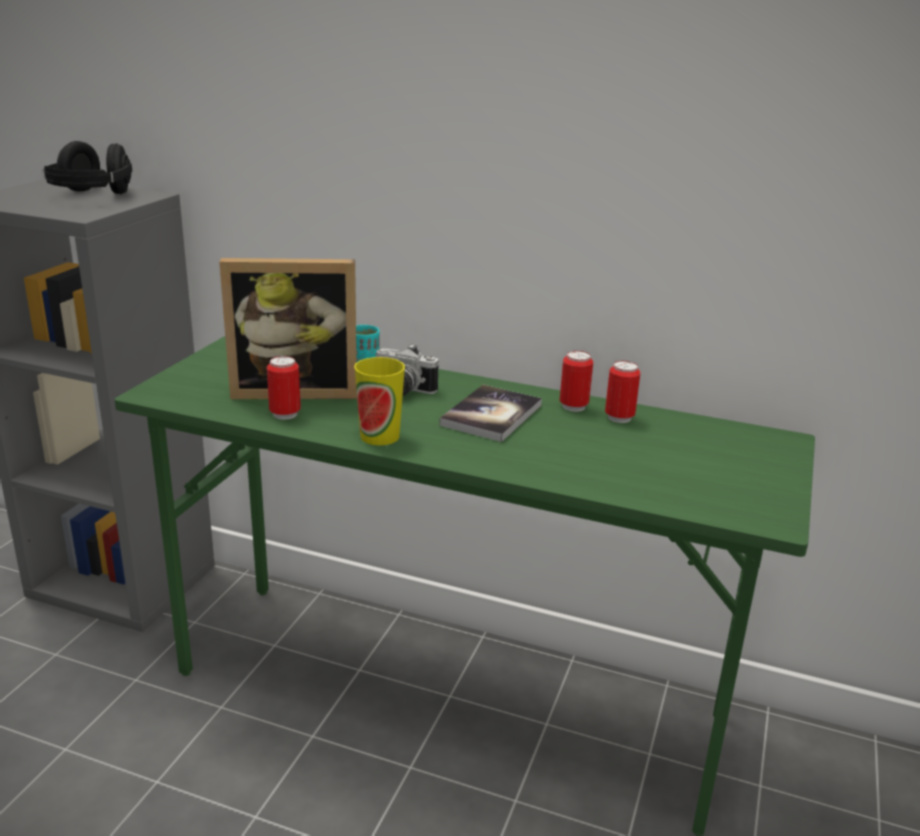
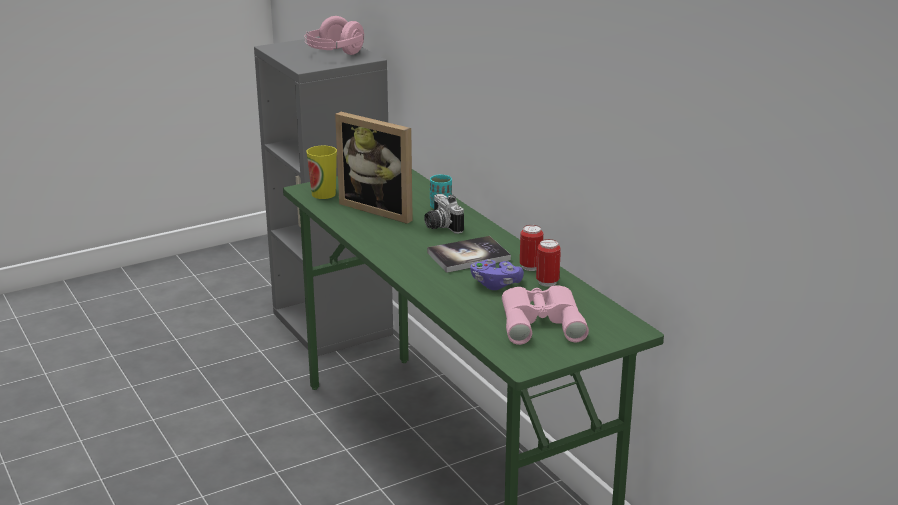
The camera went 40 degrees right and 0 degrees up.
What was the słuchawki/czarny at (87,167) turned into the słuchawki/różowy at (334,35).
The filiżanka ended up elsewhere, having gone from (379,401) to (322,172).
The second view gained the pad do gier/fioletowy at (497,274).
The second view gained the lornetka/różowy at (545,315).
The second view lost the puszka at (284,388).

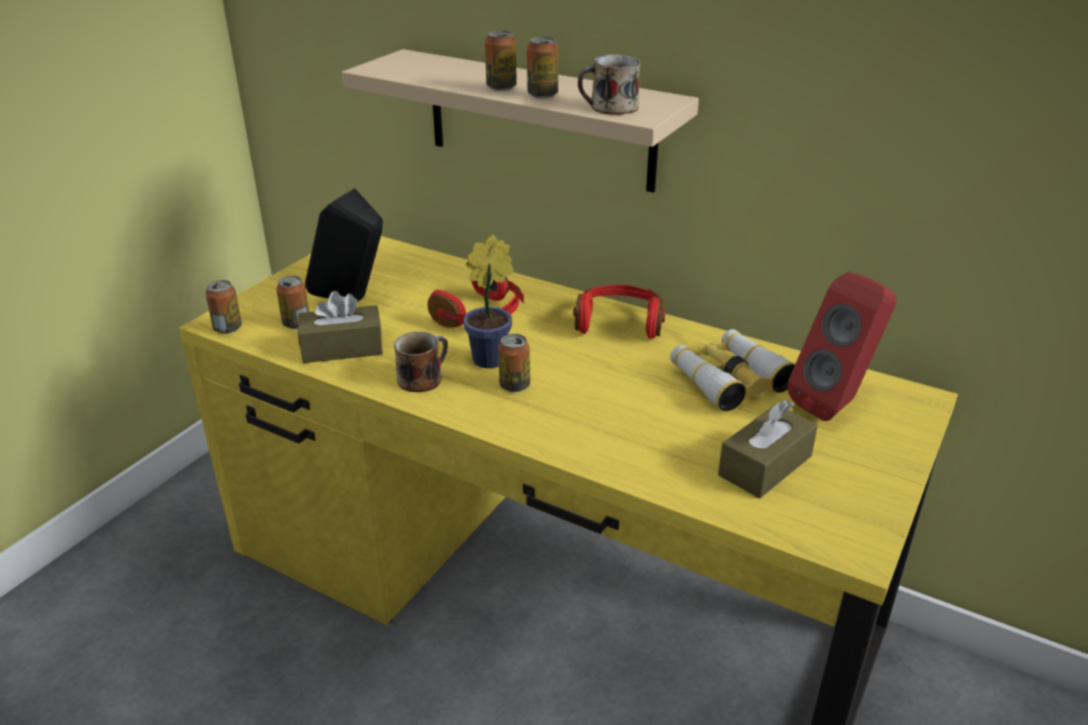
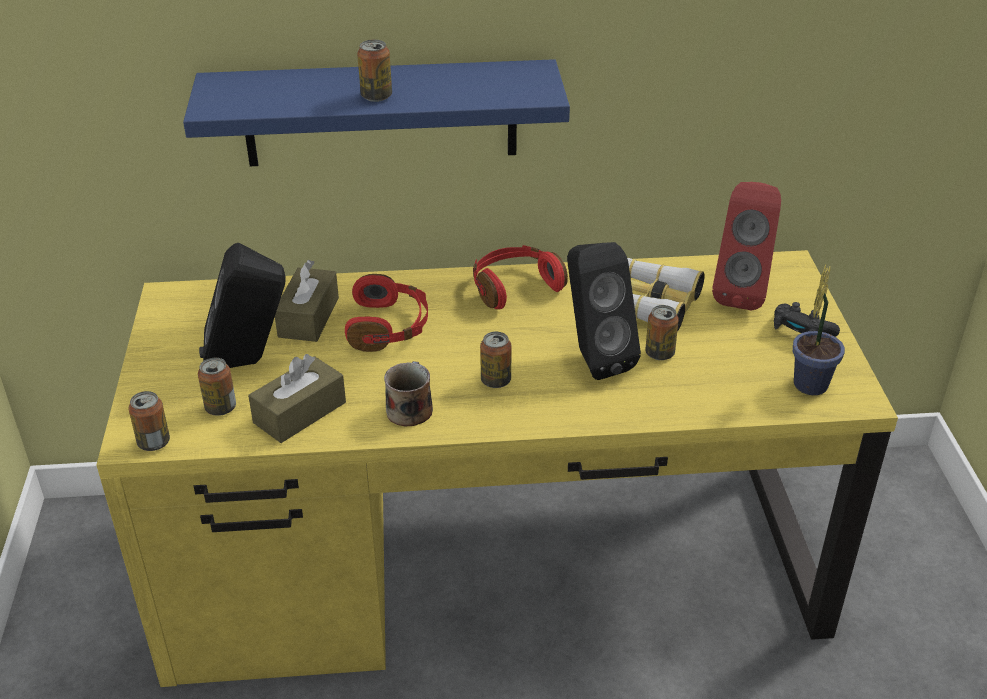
The camera went 35 degrees left and 5 degrees up.
What was the półka/beżowy at (520,121) turned into the półka/niebieski at (376,112).
The pudełko chusteczek/brązowy ended up elsewhere, having gone from (768,448) to (307,301).
The second view gained the głośnik/czarny at (604,311).
The puszka ended up elsewhere, having gone from (542,67) to (662,332).
The second view gained the pad do gier/czarny at (807,319).
The roślina doniczkowa ended up elsewhere, having gone from (488,301) to (819,329).
The second view lost the kubek at (609,84).

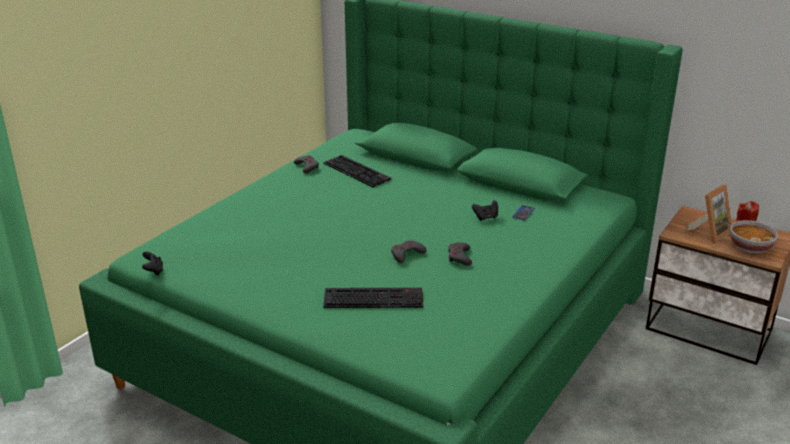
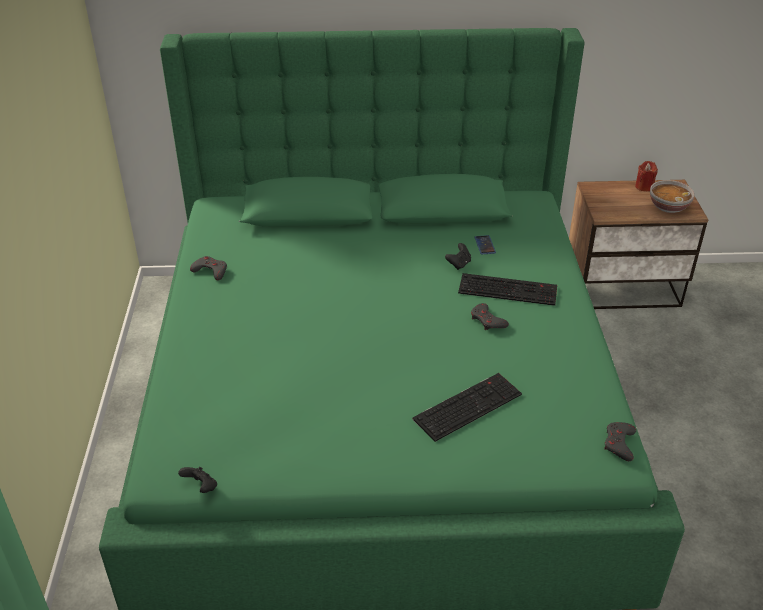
The camera went 35 degrees left and 10 degrees up.
The klawiatura ended up elsewhere, having gone from (357,171) to (507,289).
The pad do gier/szary ended up elsewhere, having gone from (409,251) to (620,441).
The second view lost the ramka na zdjęcie at (709,213).

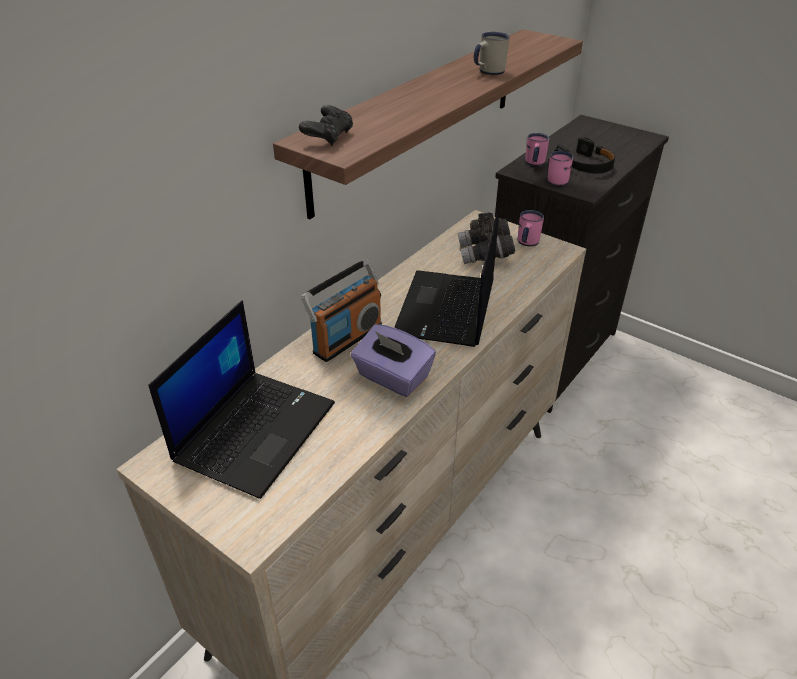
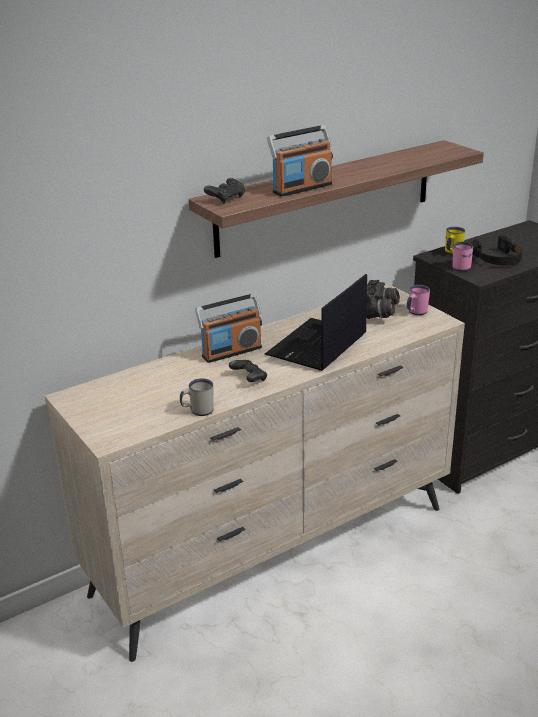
The camera went 20 degrees right and 10 degrees down.
The kubek/biały ended up elsewhere, having gone from (492,53) to (197,397).
Where the pudełko chusteczek/fioletowy stood at (393,360), the pad do gier/czarny came to stand at (248,371).
The second view gained the radio at (300,161).
What was the kubek/różowy at (537,149) turned into the kubek/żółty at (455,241).
The second view lost the laptop at (242,399).

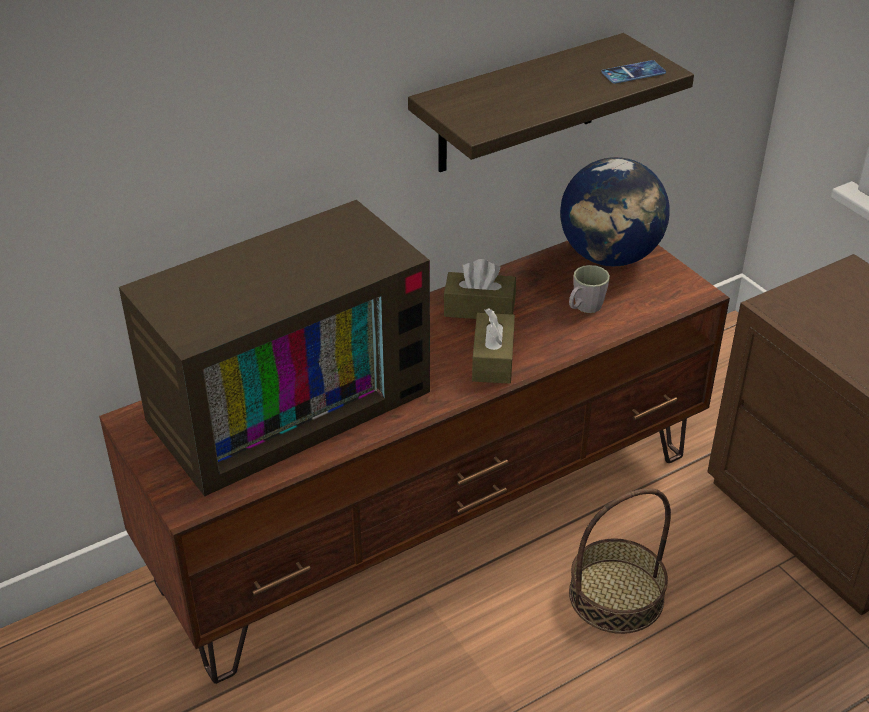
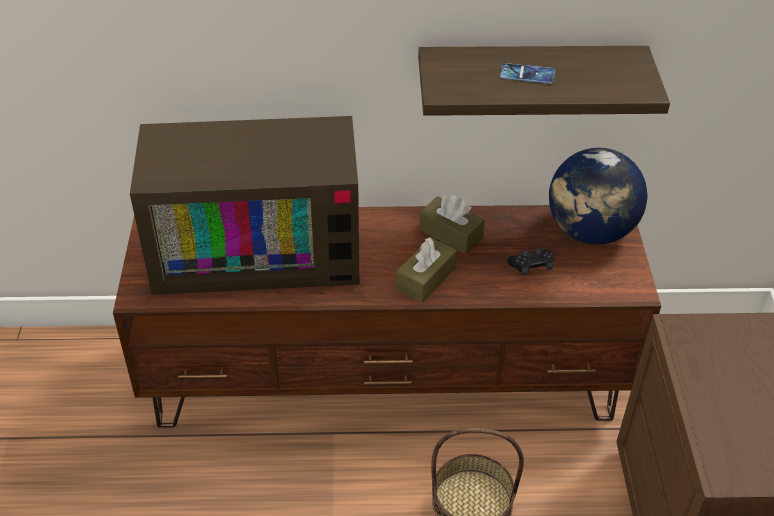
The camera went 30 degrees right and 5 degrees up.
The telefon ended up elsewhere, having gone from (634,72) to (527,73).
Where the kubek/szary stood at (589,289), the pad do gier/czarny came to stand at (530,261).

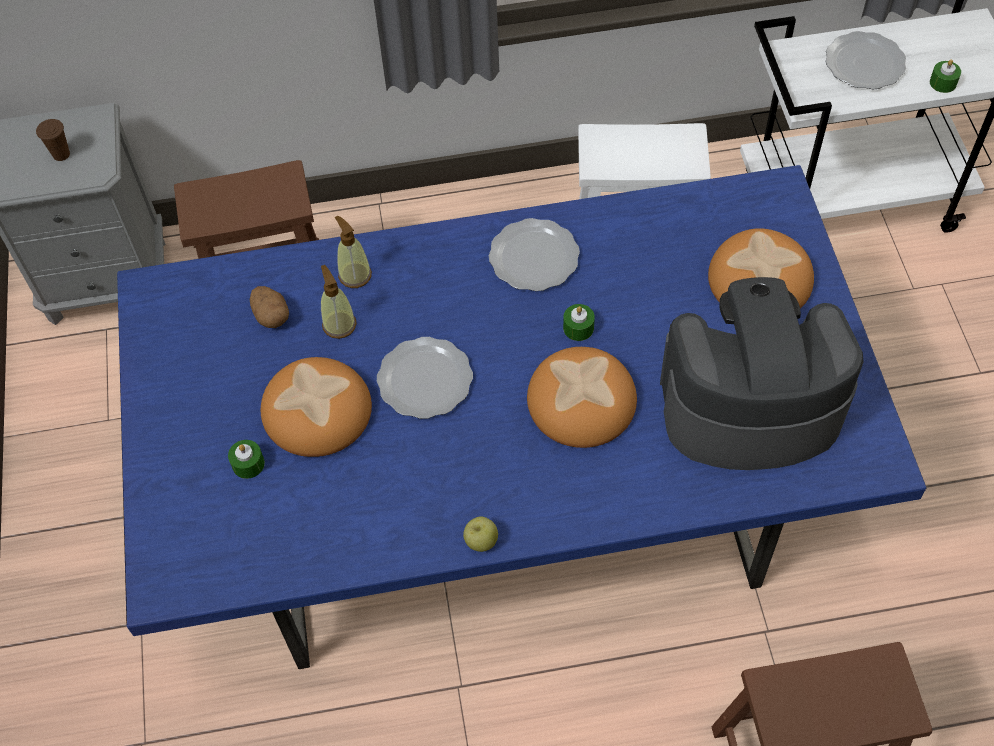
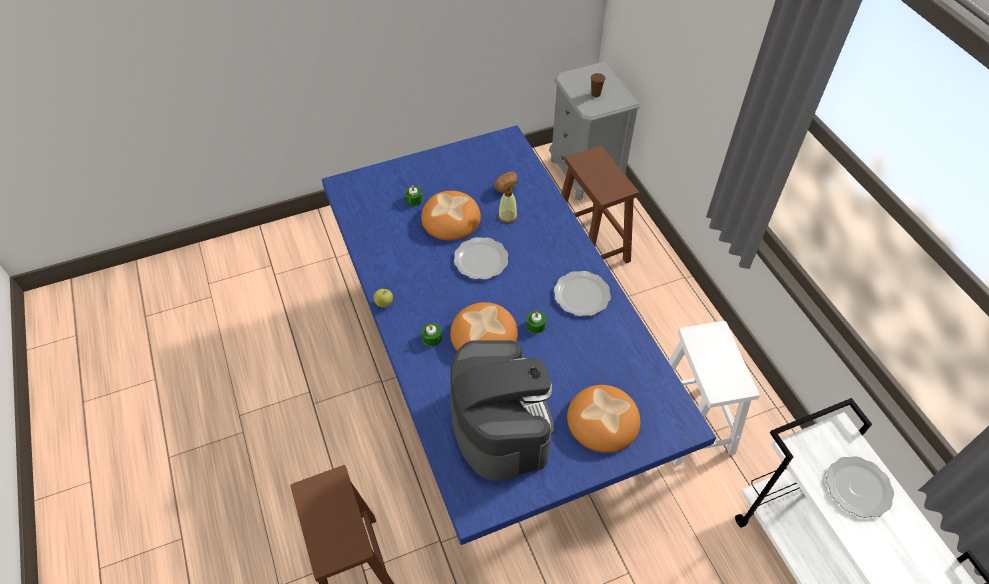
The camera went 75 degrees right and 5 degrees down.
The świeca/zielony ended up elsewhere, having gone from (945,76) to (432,334).
The second view lost the dozownik mydła at (353,252).

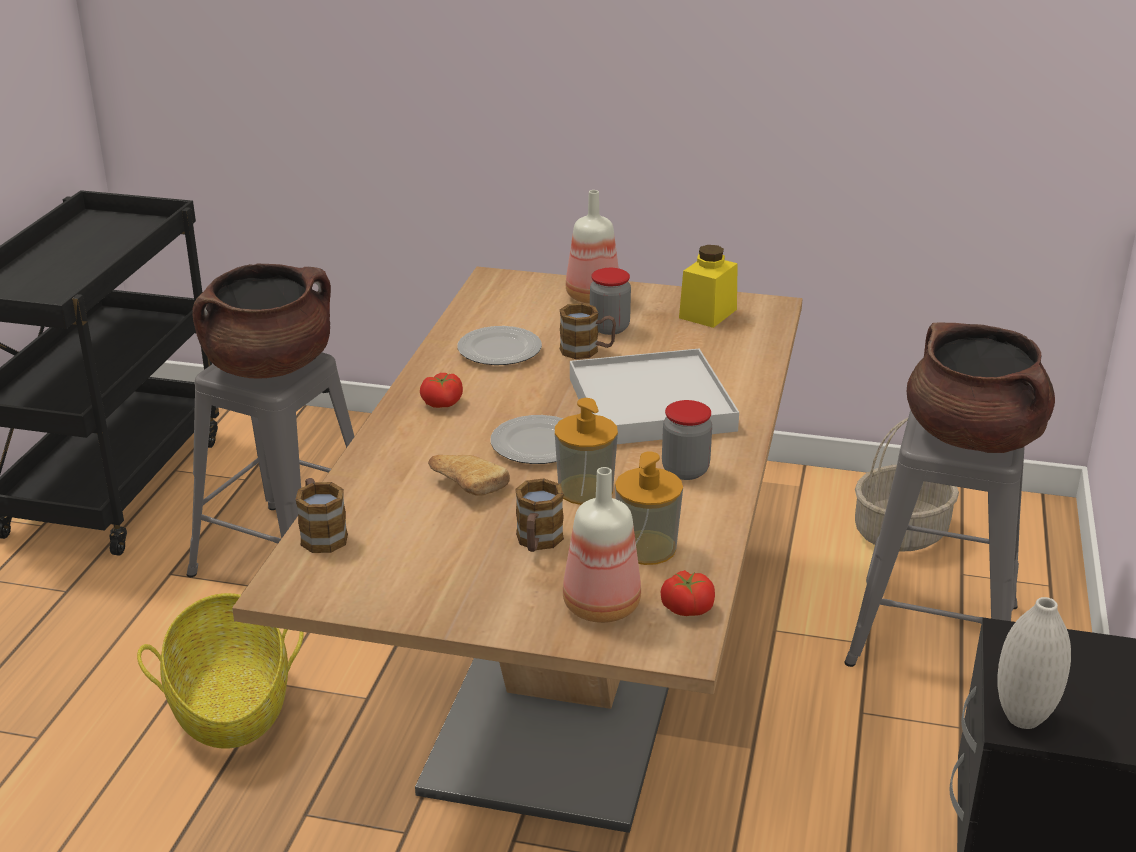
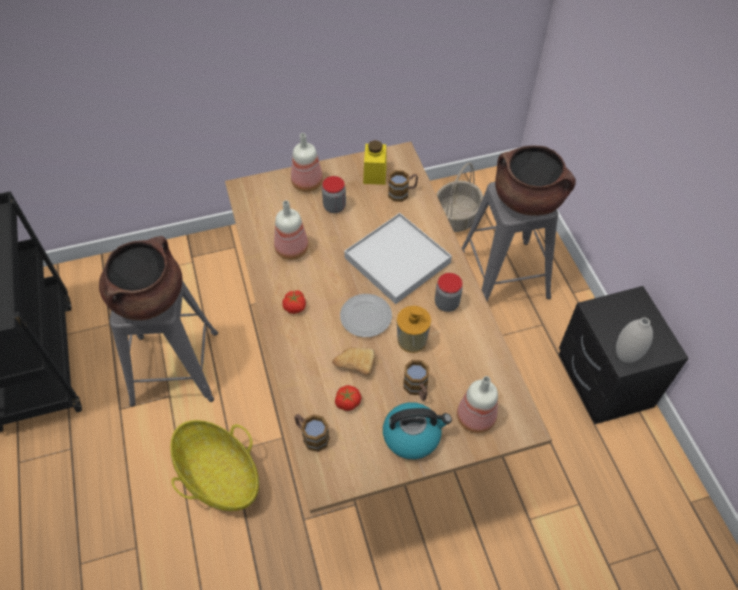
The camera went 30 degrees left and 25 degrees up.
Where the talerz stood at (500,345), the butelka came to stand at (291,230).
The pomidor ended up elsewhere, having gone from (688,593) to (348,398).
The second view gained the czajnik at (417,430).
The kubek ended up elsewhere, having gone from (588,331) to (403,186).
The second view lost the dozownik mydła at (649,508).

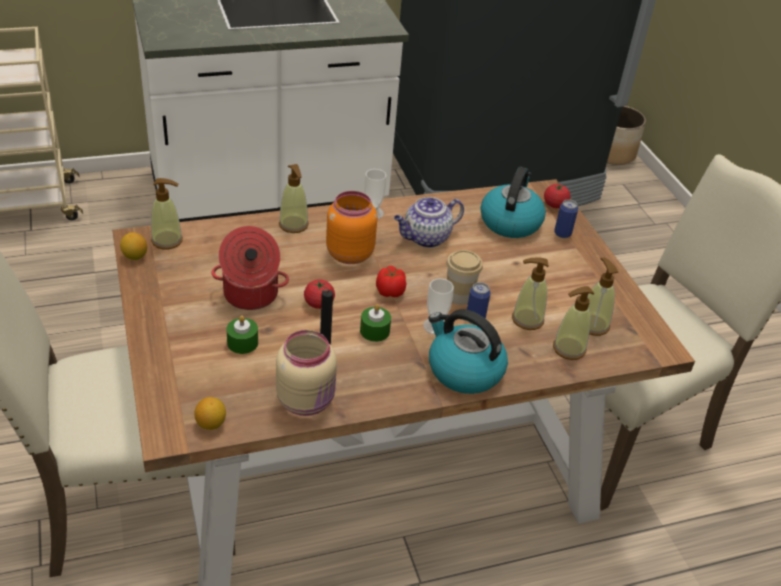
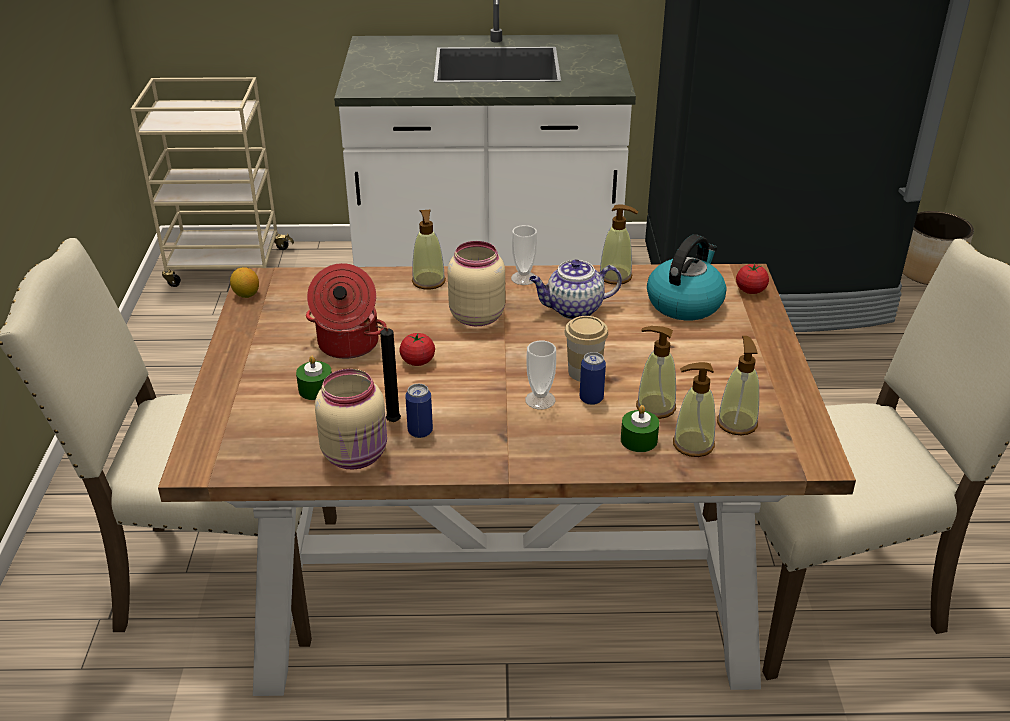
The camera went 20 degrees right and 5 degrees down.
The puszka ended up elsewhere, having gone from (566,218) to (419,411).
What was the słoik/pomarańczowy at (351,227) turned into the słoik/beżowy at (476,283).
The dozownik mydła ended up elsewhere, having gone from (167,213) to (618,244).
The świeca/zielony ended up elsewhere, having gone from (375,323) to (640,428).
The second view lost the cytryna at (210,413).
The second view lost the pomidor at (391,281).
The second view lost the czajnik at (468,351).

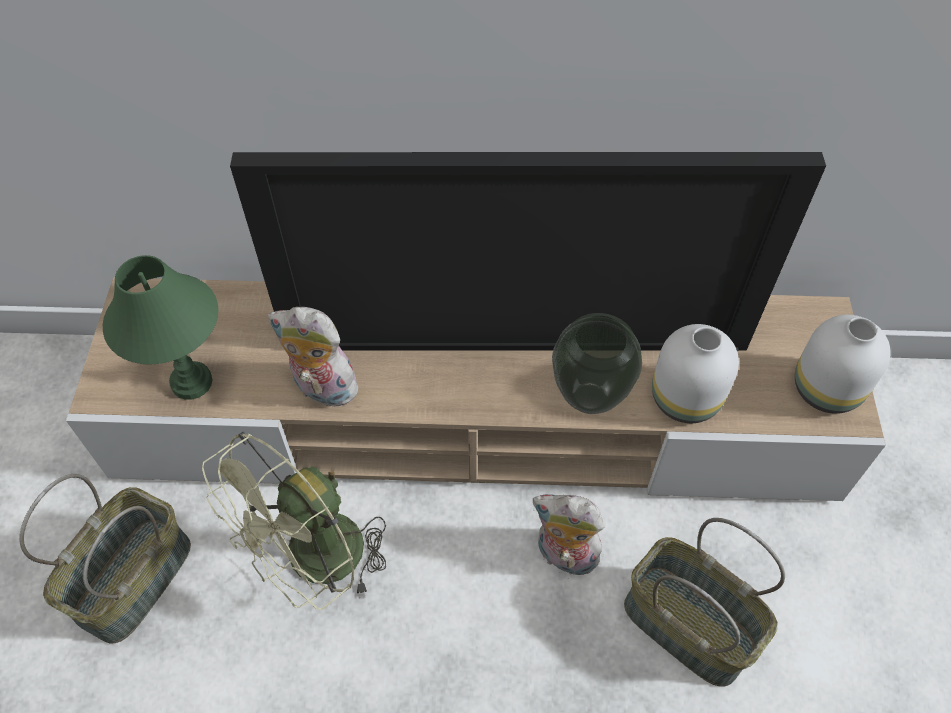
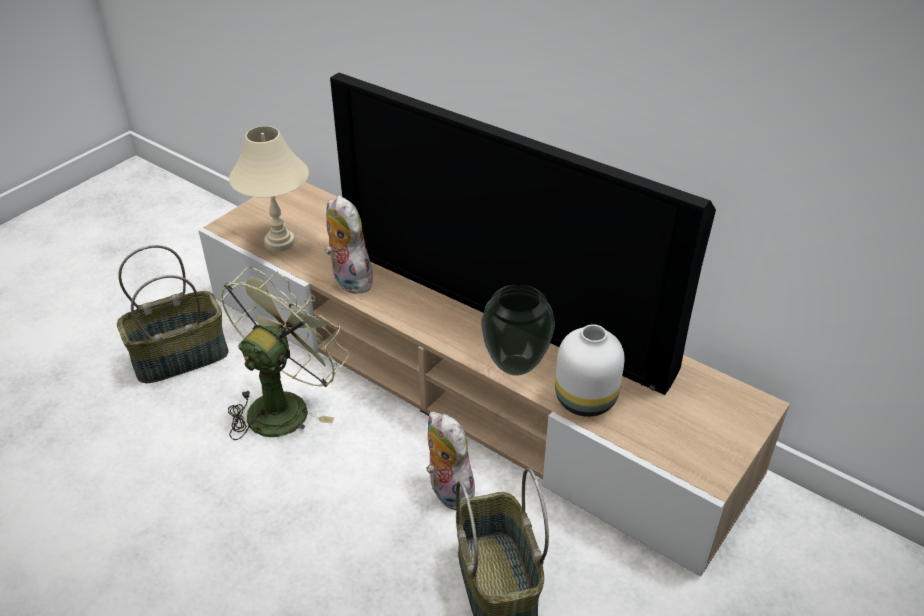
The camera went 35 degrees right and 15 degrees down.
The wentylator/zielony at (294,521) ended up facing another way, 135 degrees clockwise from before.
What was the lampa stołowa/zielony at (161,327) turned into the lampa stołowa/beżowy at (269,189).
The second view lost the wazon/biały at (842,364).

